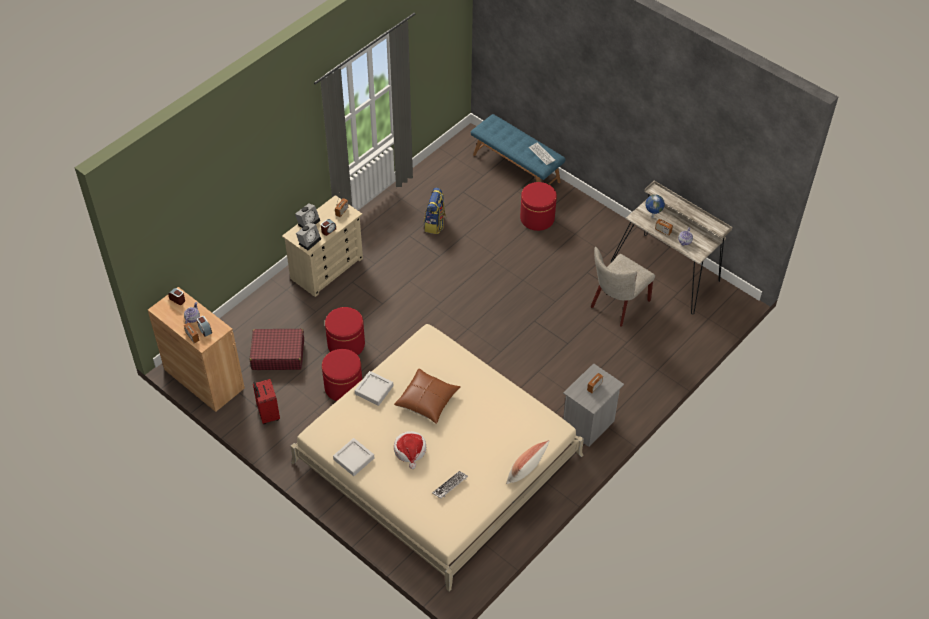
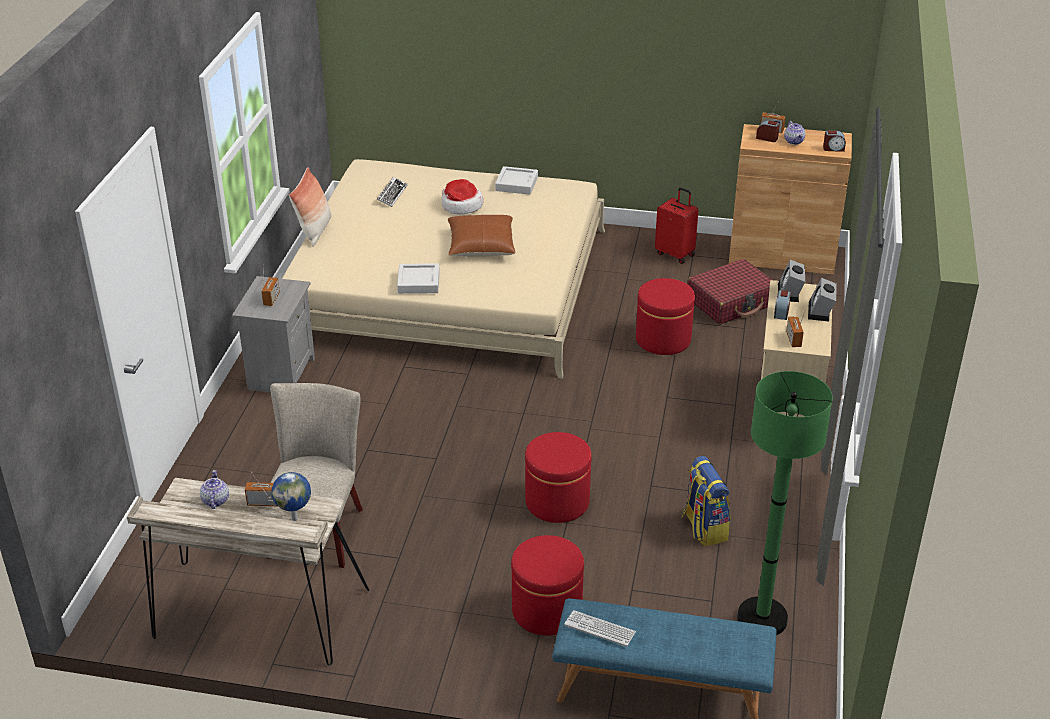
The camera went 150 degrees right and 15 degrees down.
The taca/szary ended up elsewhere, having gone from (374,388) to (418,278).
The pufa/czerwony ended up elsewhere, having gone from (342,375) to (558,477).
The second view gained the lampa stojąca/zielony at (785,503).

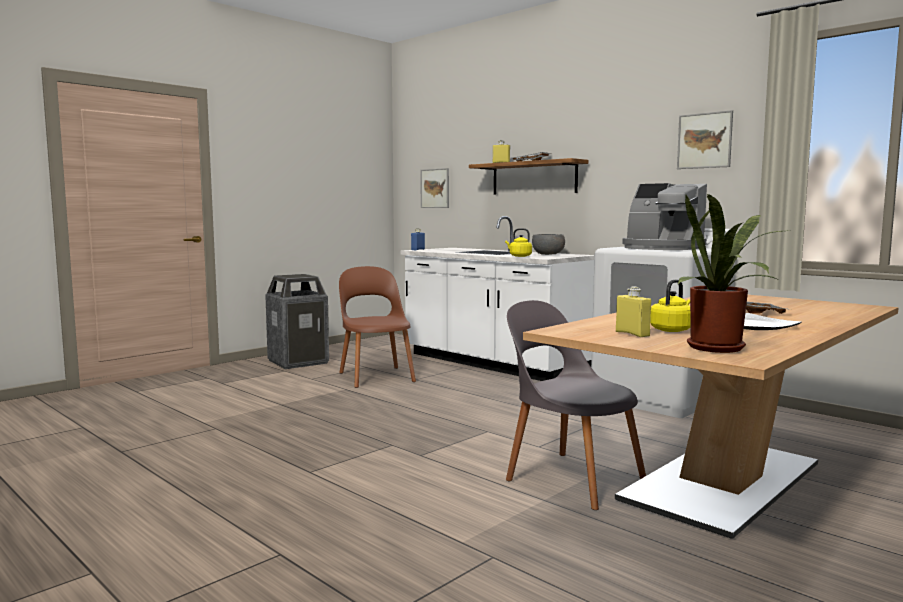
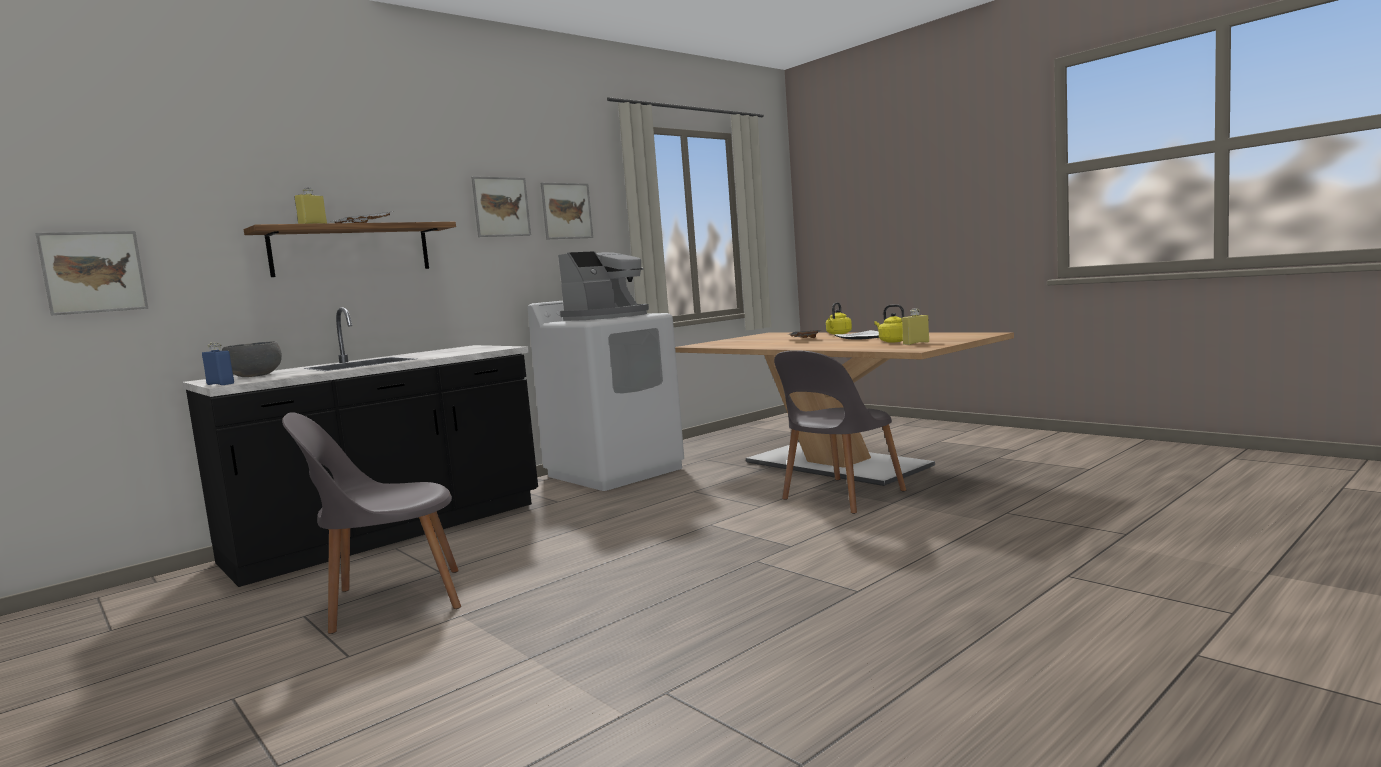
The camera went 85 degrees left and 0 degrees up.
What was the zabudowa kuchenna/biały at (497,298) turned into the zabudowa kuchenna/czarny at (360,447).
The miska/szary ended up elsewhere, having gone from (548,244) to (252,359).
What was the krzesło/brązowy at (377,327) turned into the krzesło/szary at (371,523).
The second view gained the obraz at (501,206).
The czajnik/żółty ended up elsewhere, having gone from (518,242) to (839,318).
The second view lost the kosz na śmieci at (297,321).
The second view lost the roślina doniczkowa at (735,273).

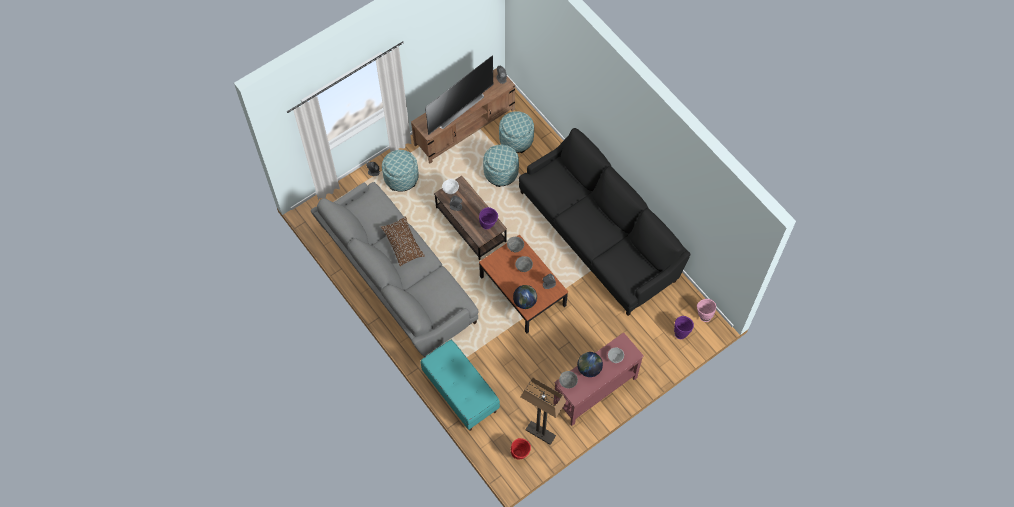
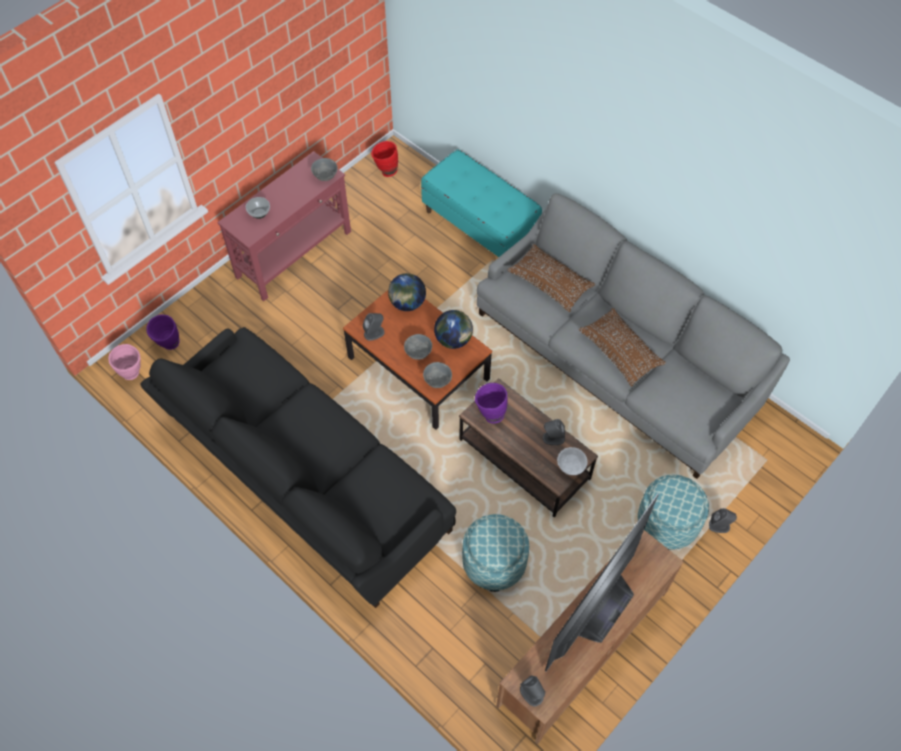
The camera went 170 degrees right and 5 degrees down.
The globus ended up elsewhere, having gone from (590,364) to (453,329).
The second view gained the poduszka/brązowy at (551,278).
The second view lost the pufa at (516,132).
The second view lost the lampa stojąca at (543,411).

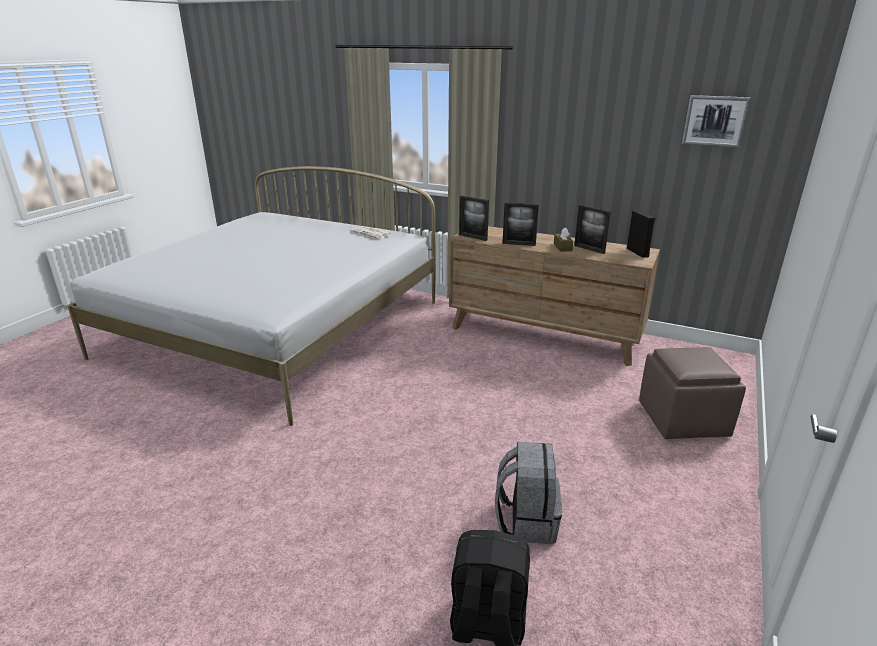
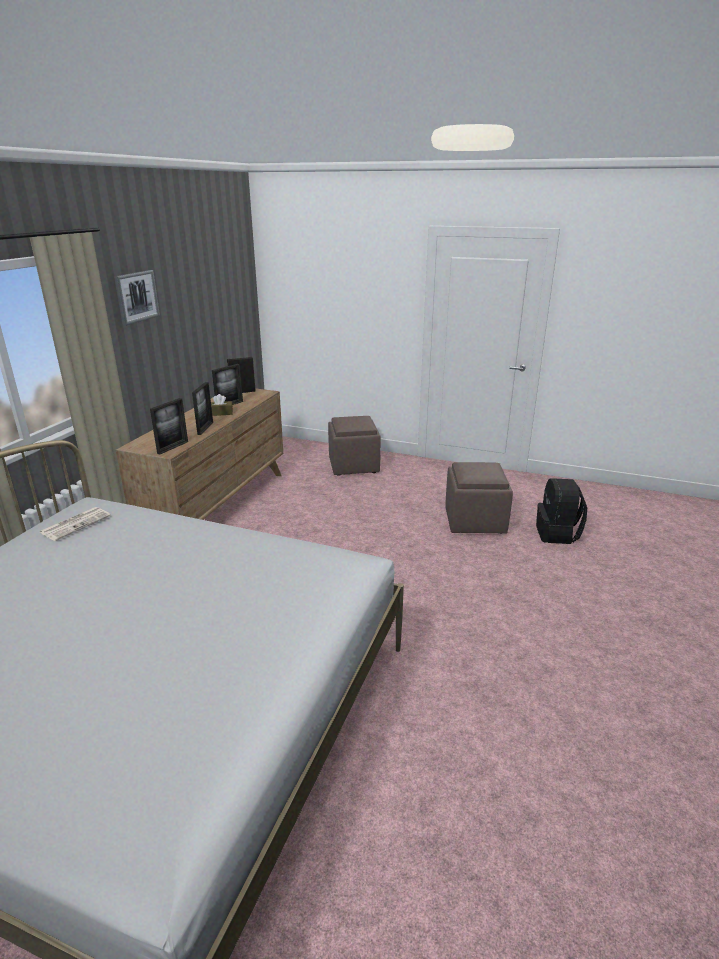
The camera went 95 degrees left and 0 degrees up.
The obraz ended up elsewhere, having gone from (716,121) to (137,298).
Where the plecak/szary stood at (528,493), the pufa/brązowy came to stand at (479,498).

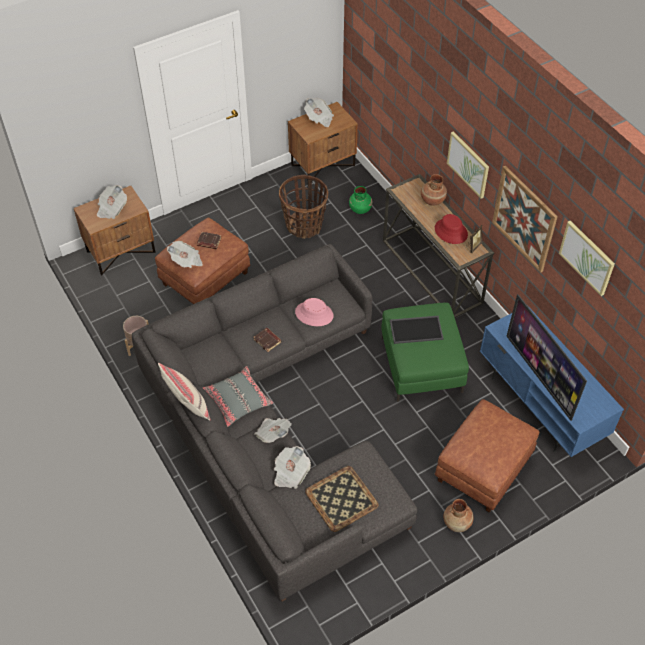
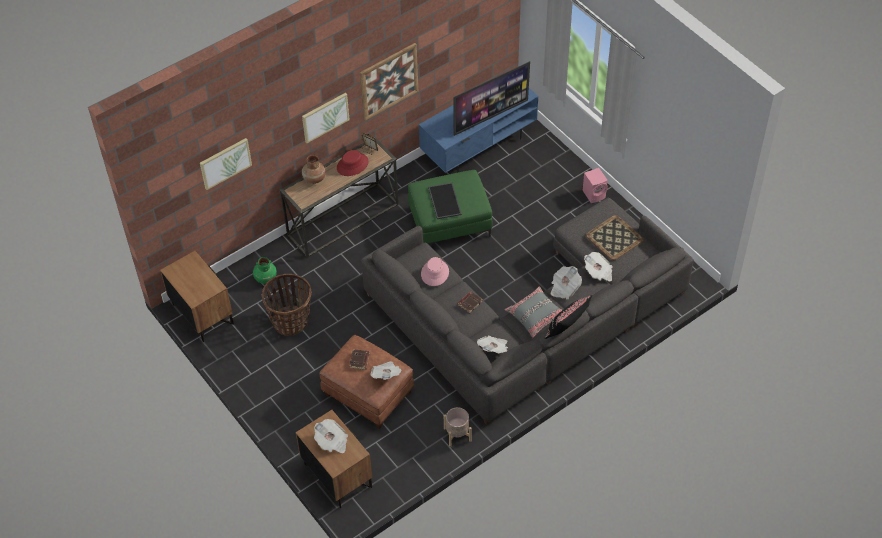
The camera went 95 degrees left and 0 degrees up.
The obraz ended up elsewhere, having gone from (587,258) to (226,164).
The gazeta ended up elsewhere, having gone from (319,112) to (492,344).
What was the poduszka/beżowy at (184,391) turned into the poduszka/czarny at (568,317).
Where the wazon/brązowy stood at (458,515), the głośnik/różowy came to stand at (595,185).
The second view lost the pufa/brązowy at (487,456).

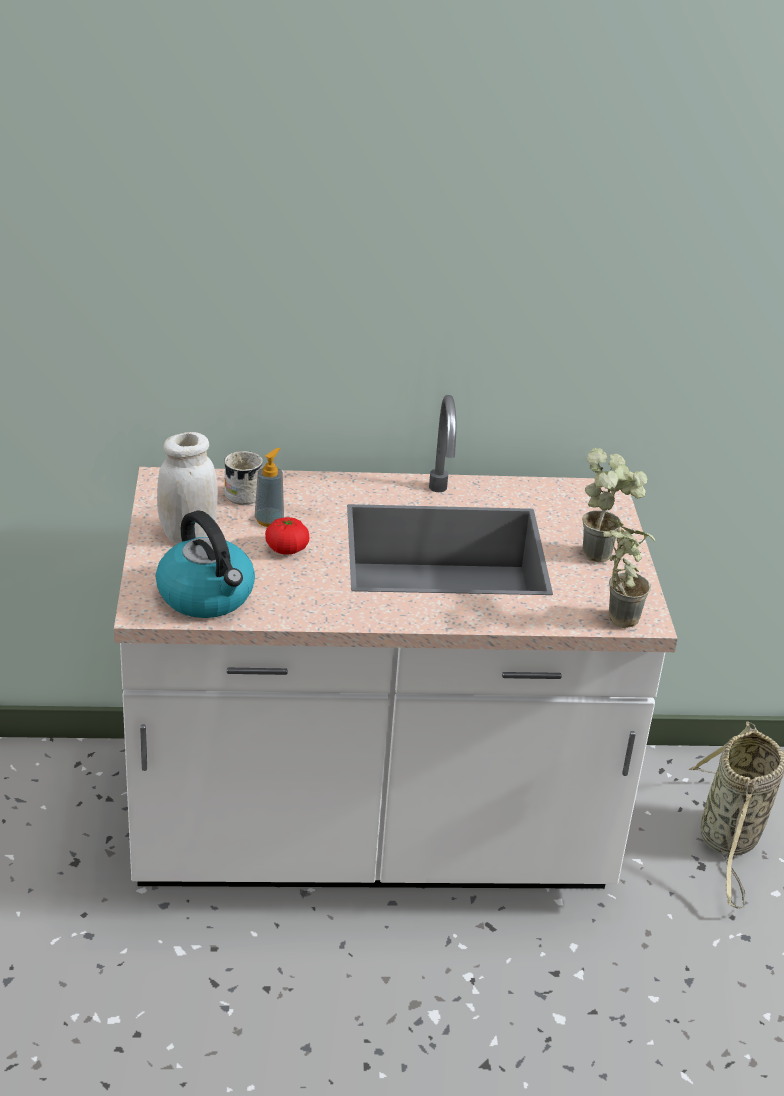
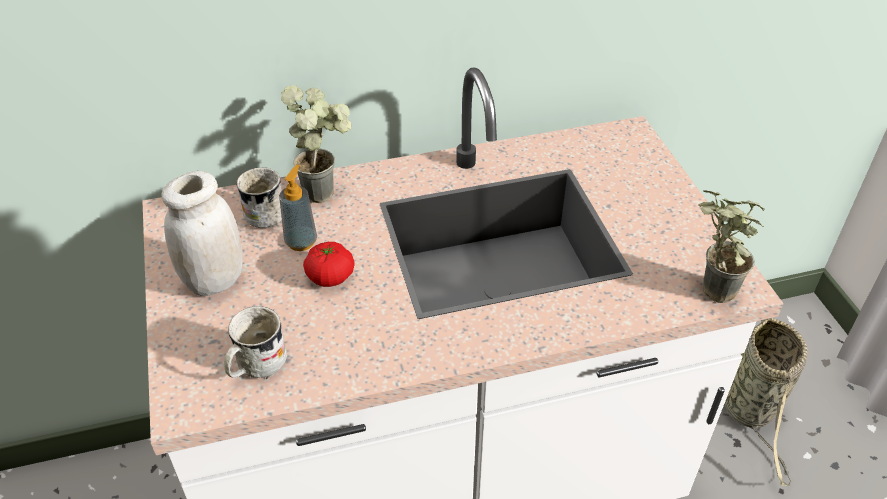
The camera went 10 degrees left and 10 degrees up.
Where the czajnik stood at (205,564), the kubek/biały came to stand at (255,342).
The roślina doniczkowa ended up elsewhere, having gone from (614,505) to (316,144).

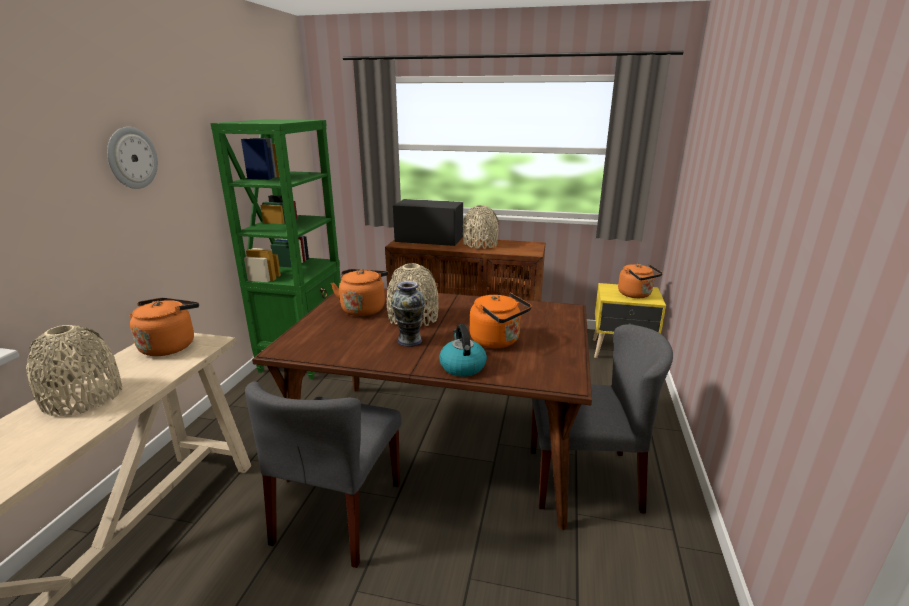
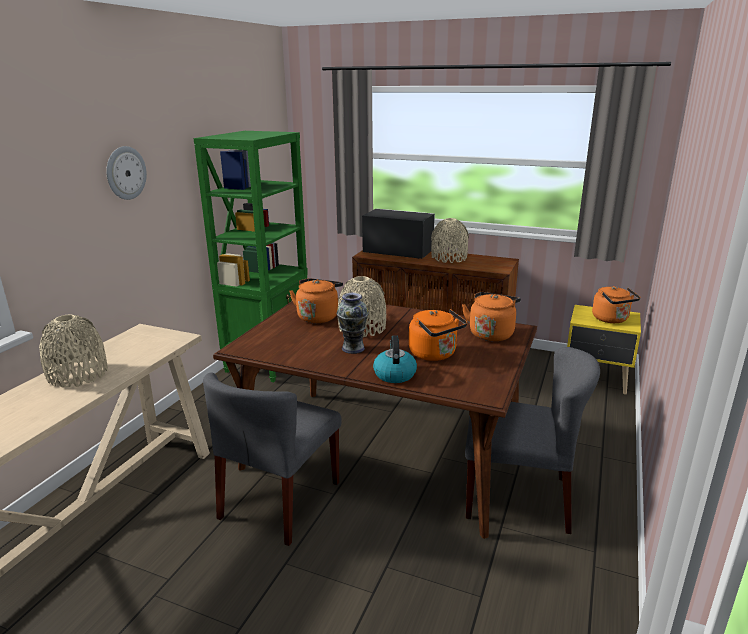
The camera went 10 degrees right and 0 degrees up.
The czajnik/pomarańczowy ended up elsewhere, having gone from (164,327) to (491,316).

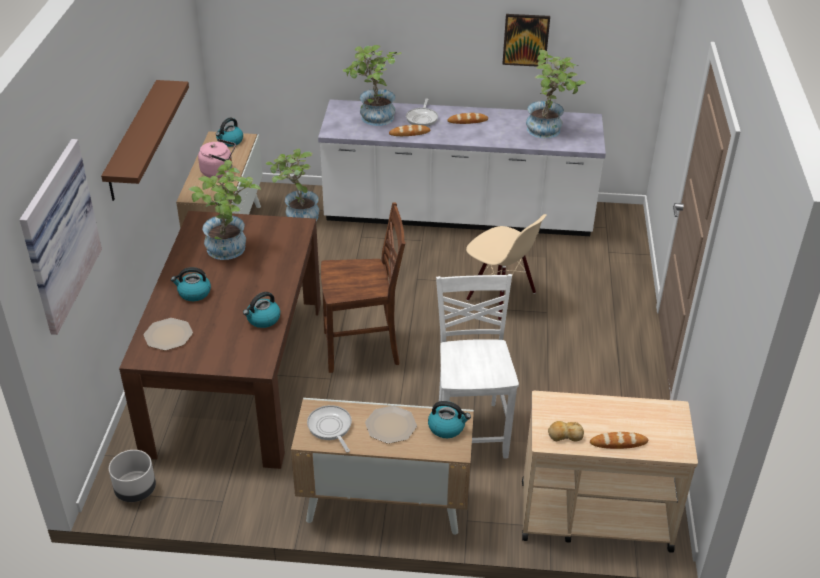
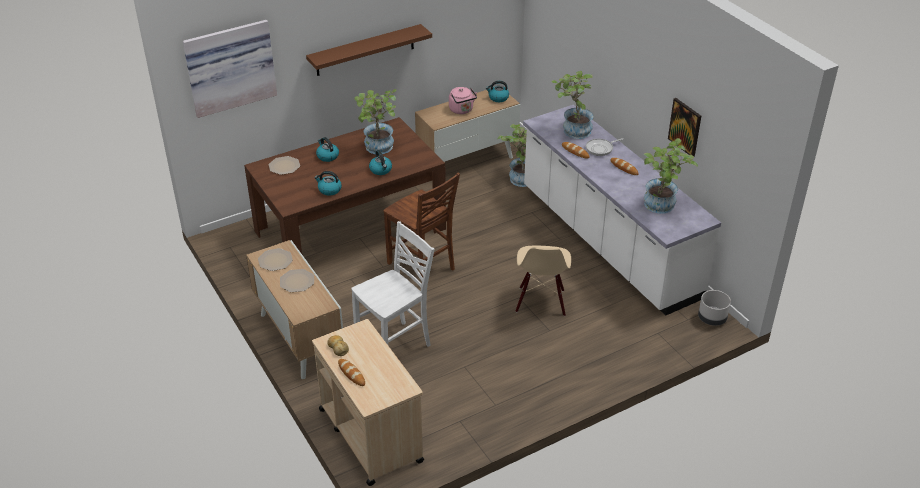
The camera went 55 degrees right and 0 degrees up.
Where the patelnia stood at (329,429), the talerz came to stand at (275,259).
The czajnik ended up elsewhere, having gone from (449,419) to (380,162).
The donica/szary ended up elsewhere, having gone from (132,476) to (714,308).

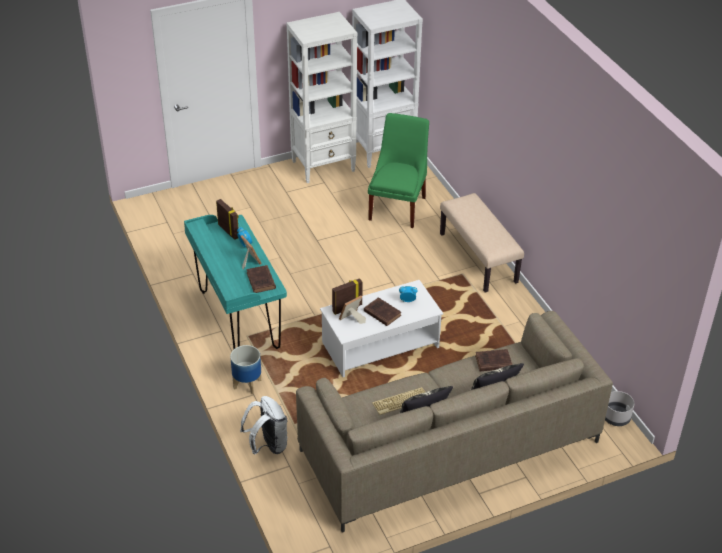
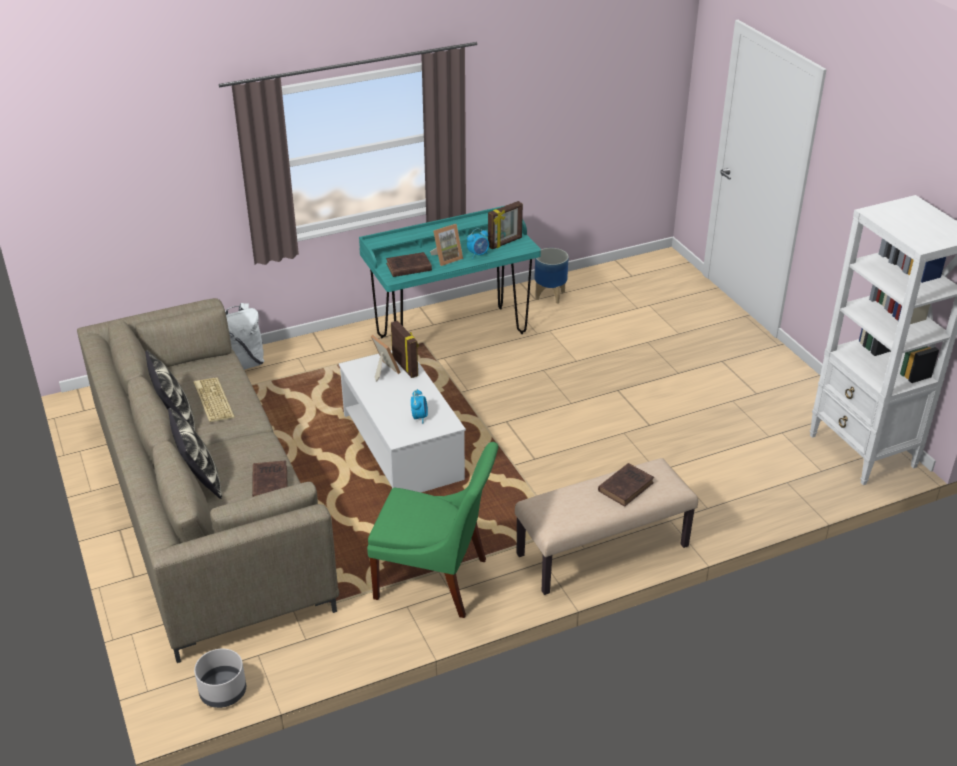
The camera went 90 degrees right and 5 degrees down.
The krzesło/zielony ended up elsewhere, having gone from (398,170) to (432,530).
The donica ended up elsewhere, having gone from (245,369) to (551,276).
The książka/brązowy ended up elsewhere, having gone from (382,311) to (626,484).
The second view lost the regał/biały at (322,97).

